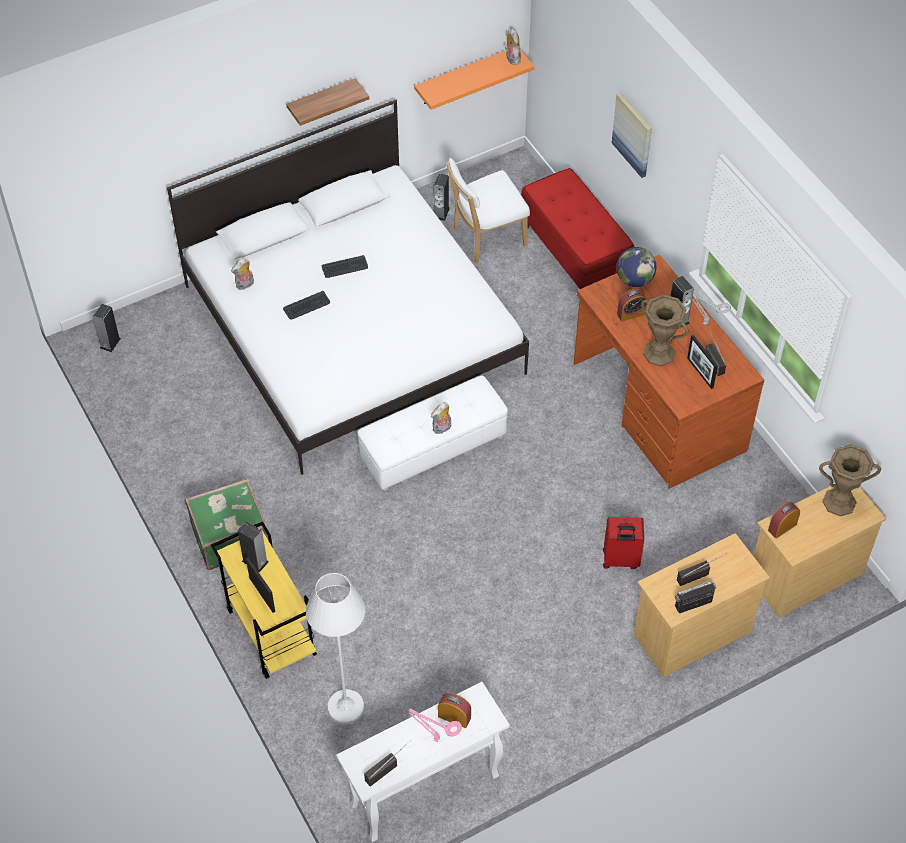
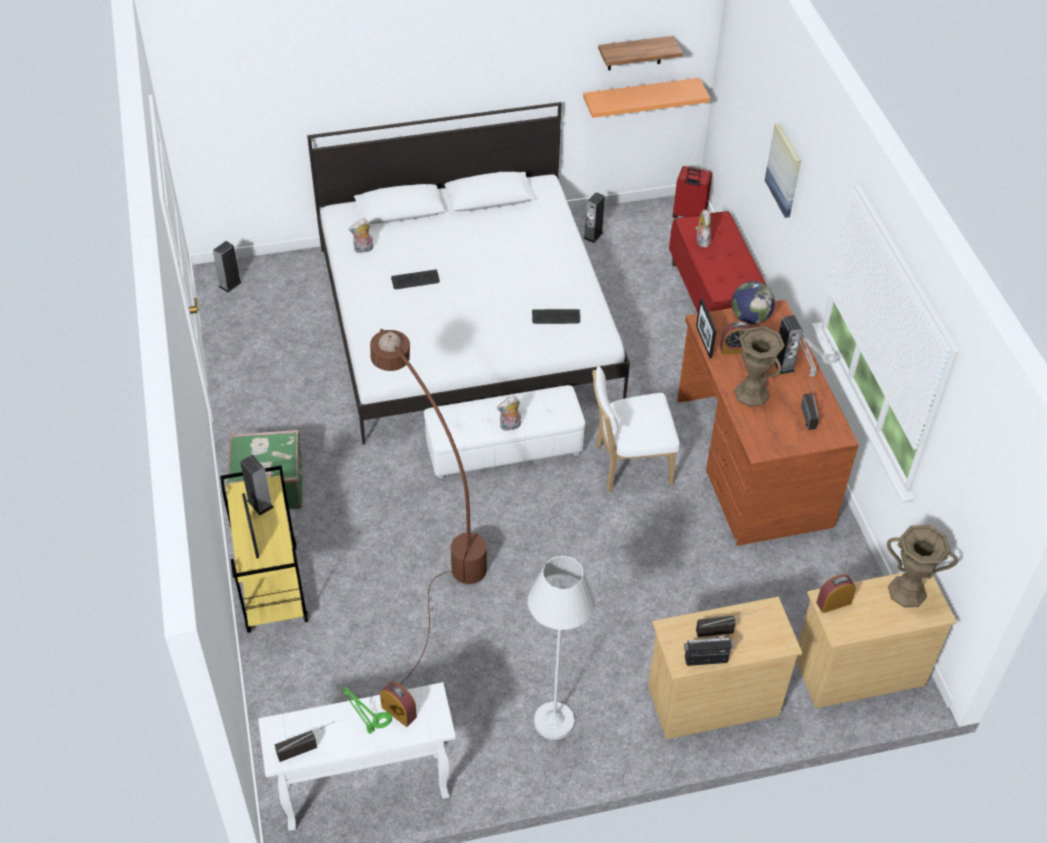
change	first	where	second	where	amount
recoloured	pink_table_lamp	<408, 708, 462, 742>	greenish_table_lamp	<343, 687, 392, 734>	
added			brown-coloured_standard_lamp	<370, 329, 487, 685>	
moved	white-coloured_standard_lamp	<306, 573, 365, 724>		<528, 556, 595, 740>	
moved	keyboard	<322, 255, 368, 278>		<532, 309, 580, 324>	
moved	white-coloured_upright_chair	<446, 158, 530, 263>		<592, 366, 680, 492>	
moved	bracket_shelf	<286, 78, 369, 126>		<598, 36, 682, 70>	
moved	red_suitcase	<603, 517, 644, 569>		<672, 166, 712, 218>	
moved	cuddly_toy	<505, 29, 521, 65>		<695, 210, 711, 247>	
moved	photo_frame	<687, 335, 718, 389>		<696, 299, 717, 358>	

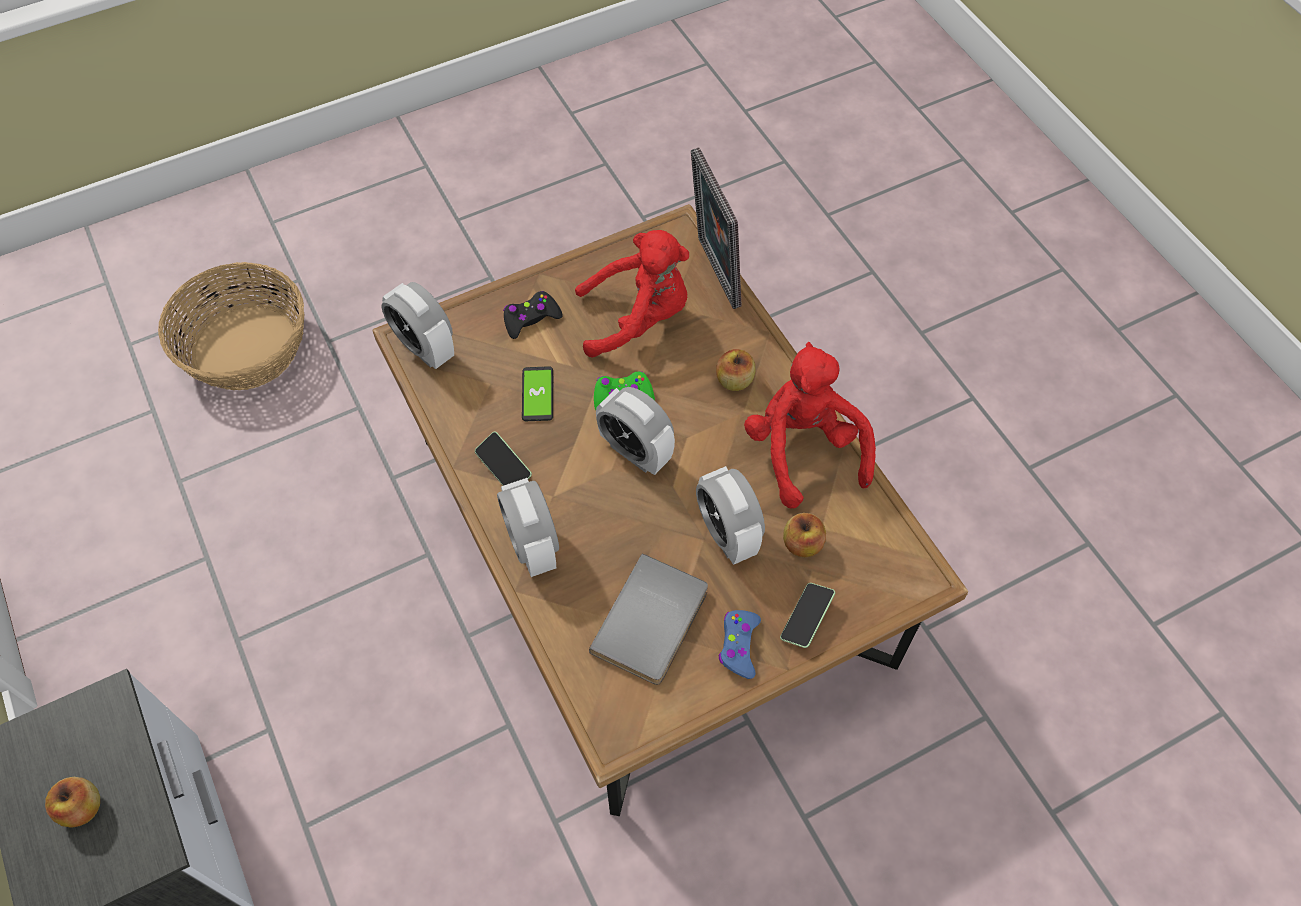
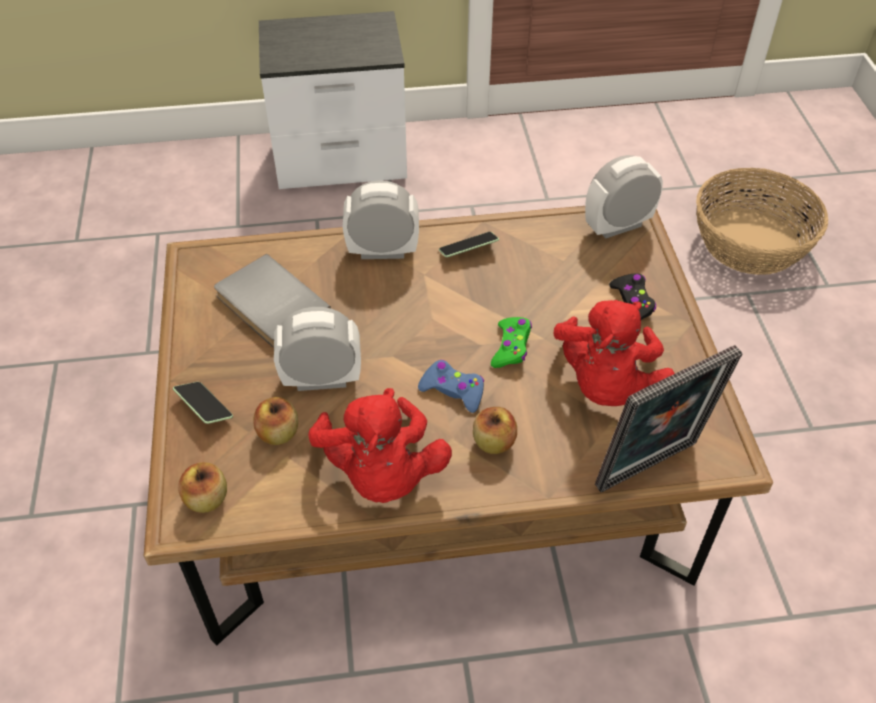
change	first	where	second	where	amount
moved	whole_apple	<45, 777, 100, 827>		<178, 462, 227, 513>	
turned	red_cuddly_toy	<744, 342, 876, 509>		<308, 388, 452, 503>	75 degrees clockwise
moved	blue_joypad	<719, 610, 761, 679>		<418, 360, 484, 413>	
turned	photo_frame	<691, 148, 742, 309>		<595, 345, 743, 492>	150 degrees clockwise
removed	telephone	<522, 366, 553, 421>			
removed	alarm_clock	<596, 387, 675, 475>			

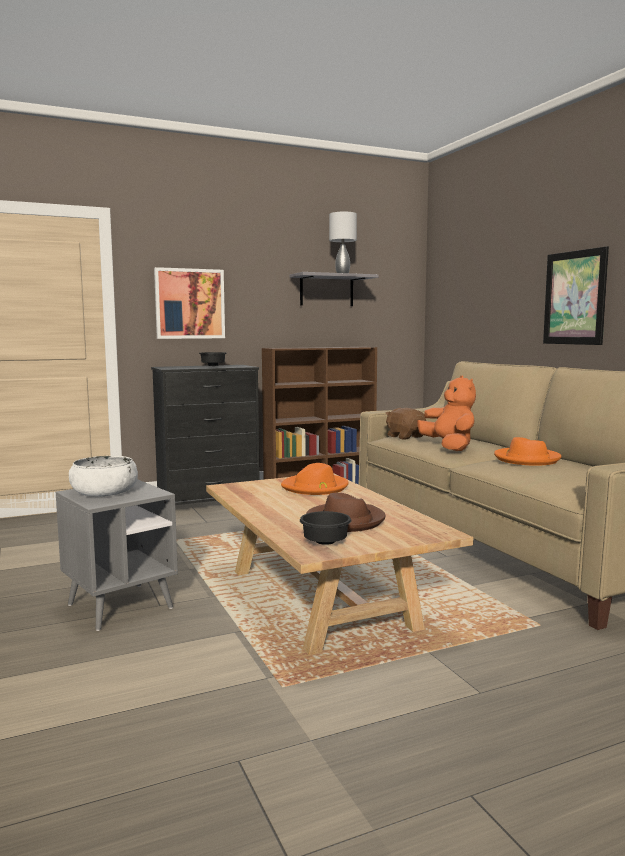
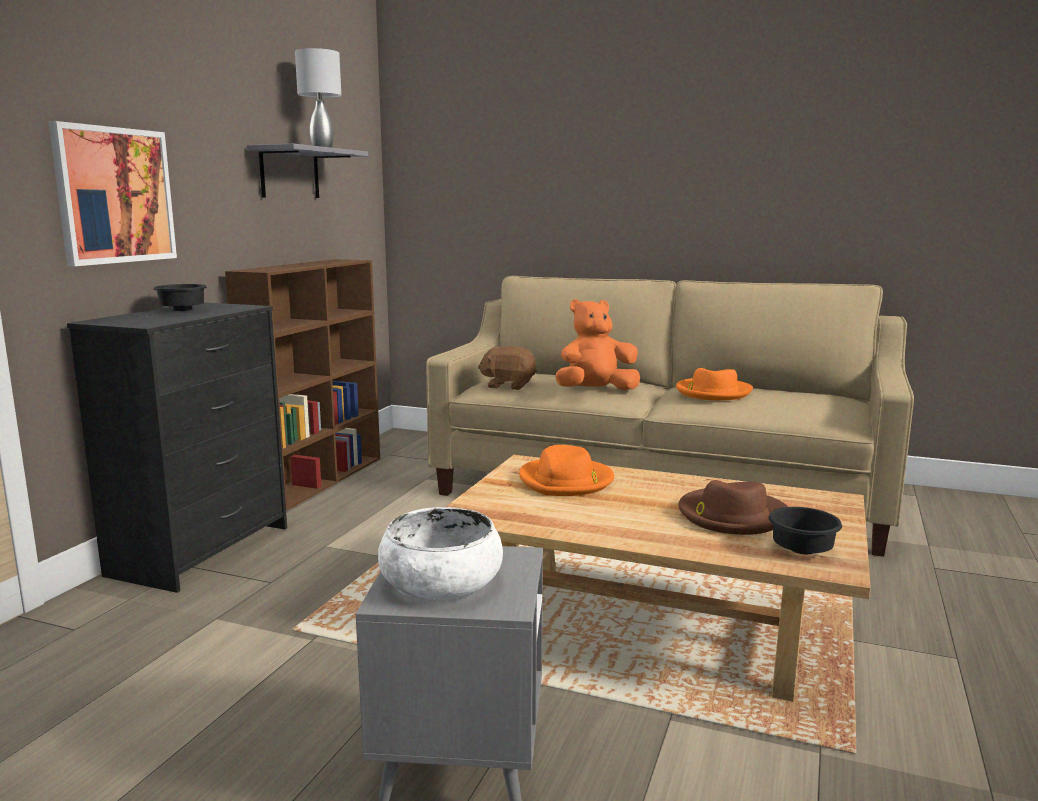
change	first	where	second	where	amount
turned	orange-coloured_cuddly_toy	<417, 376, 476, 451>		<556, 299, 640, 390>	45 degrees counterclockwise
removed	wall_art	<543, 246, 609, 345>			

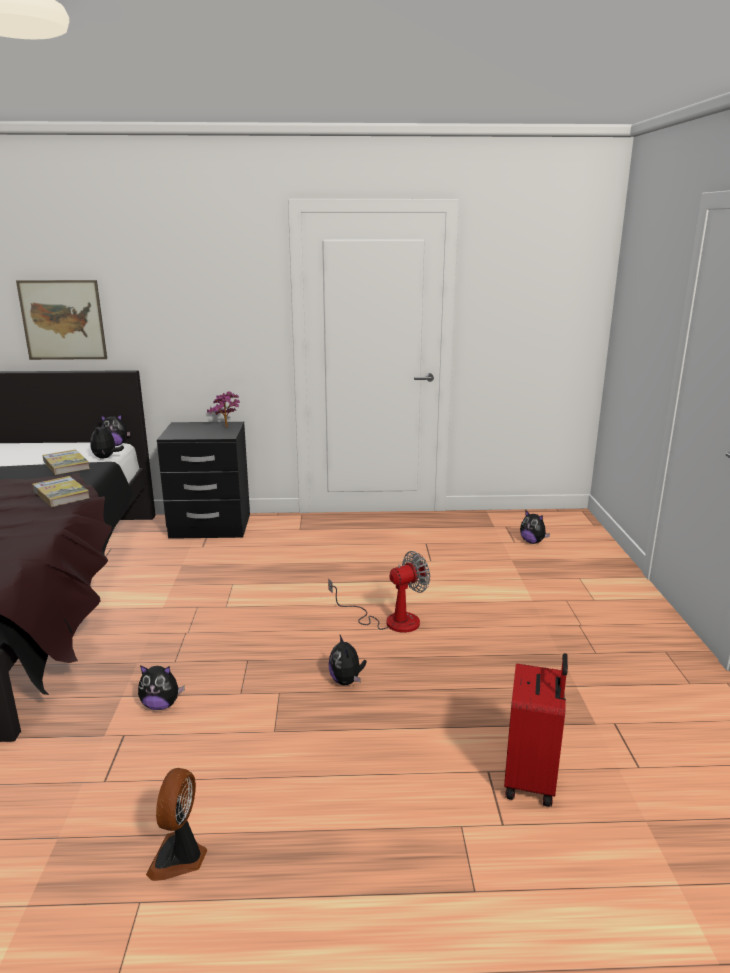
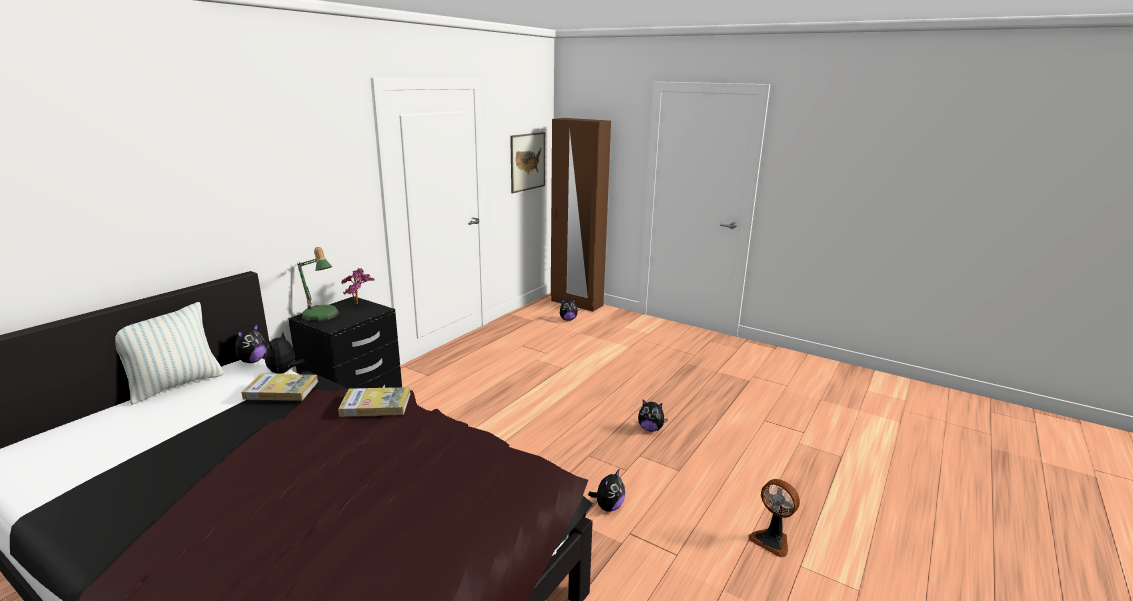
change	first	where	second	where	amount
added			cushion	<115, 302, 224, 405>	
turned	cuddly_toy	<90, 422, 124, 459>		<265, 332, 305, 374>	60 degrees clockwise
added			table_lamp	<297, 247, 339, 322>	
moved	wall_art	<16, 280, 107, 360>		<510, 132, 545, 193>	
added			brown-coloured_clothes_cupboard	<551, 118, 611, 312>	
removed	cooling_fan	<328, 551, 430, 633>			
removed	red_suitcase	<504, 653, 568, 807>			

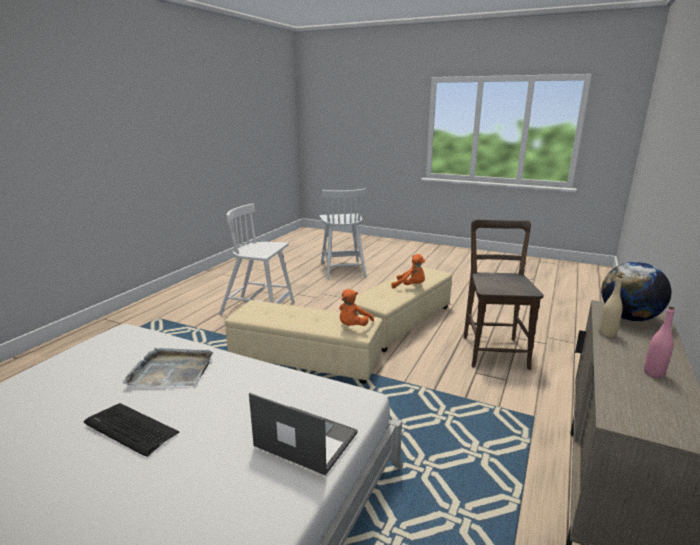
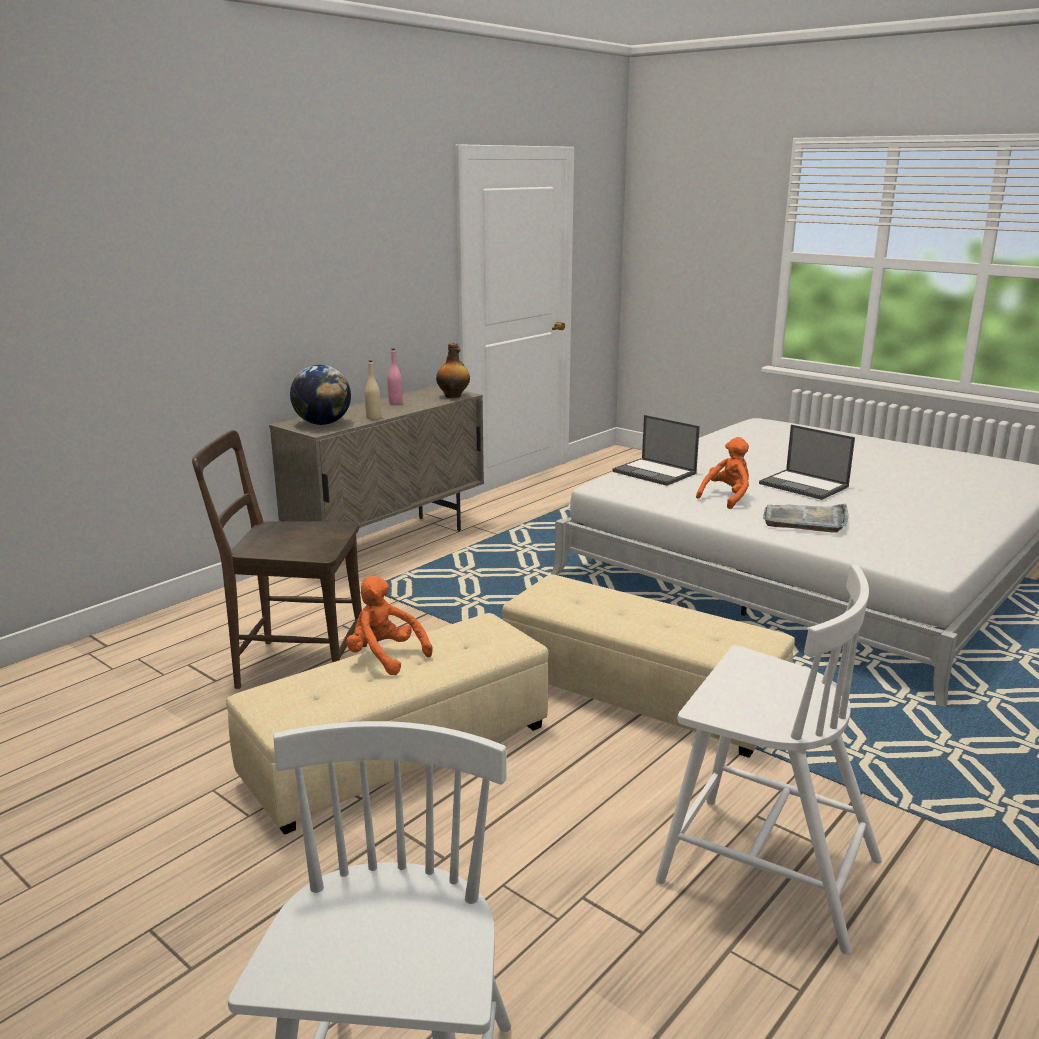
change	first	where	second	where	amount
turned	brown-coloured_upright_chair	<464, 219, 544, 370>		<192, 430, 367, 689>	75 degrees clockwise
added			bottle	<436, 343, 470, 398>	
moved	orange-coloured_cuddly_toy	<339, 289, 374, 326>		<696, 437, 749, 509>	
replaced	keyboard	<84, 403, 179, 457>	laptop	<759, 425, 855, 500>	

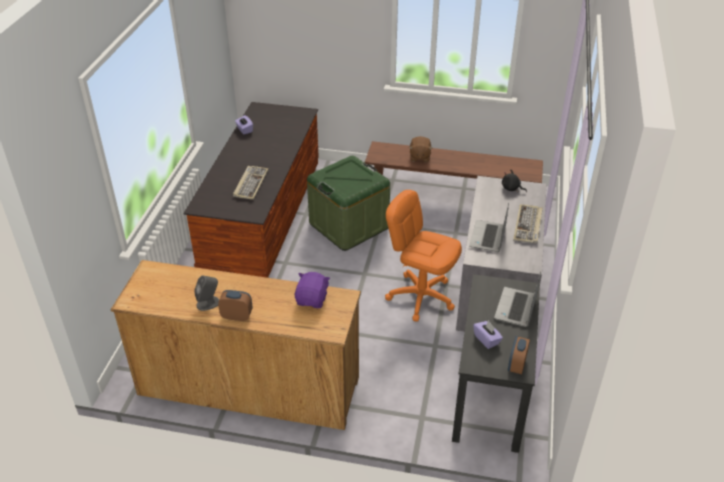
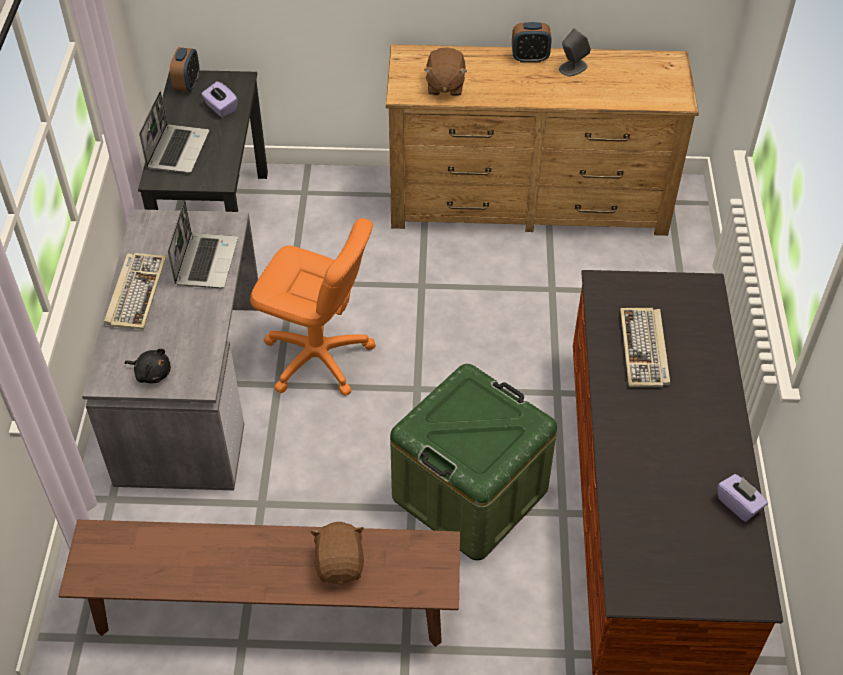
change	first	where	second	where	amount
recoloured	purple-coloured_cuddly_toy	<295, 272, 330, 308>	brown-coloured_cuddly_toy	<424, 48, 467, 96>	

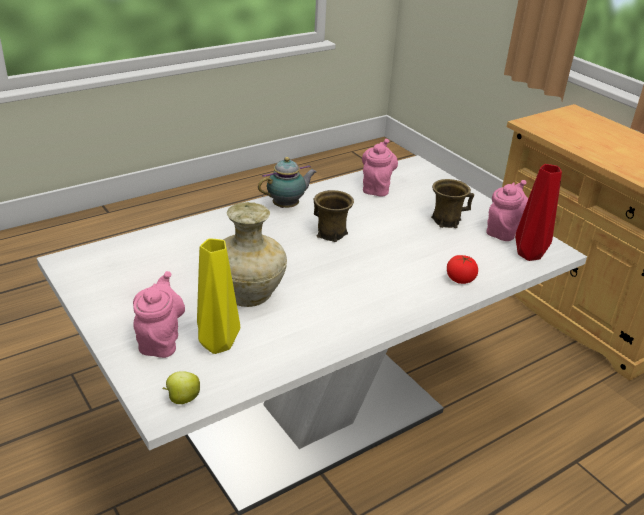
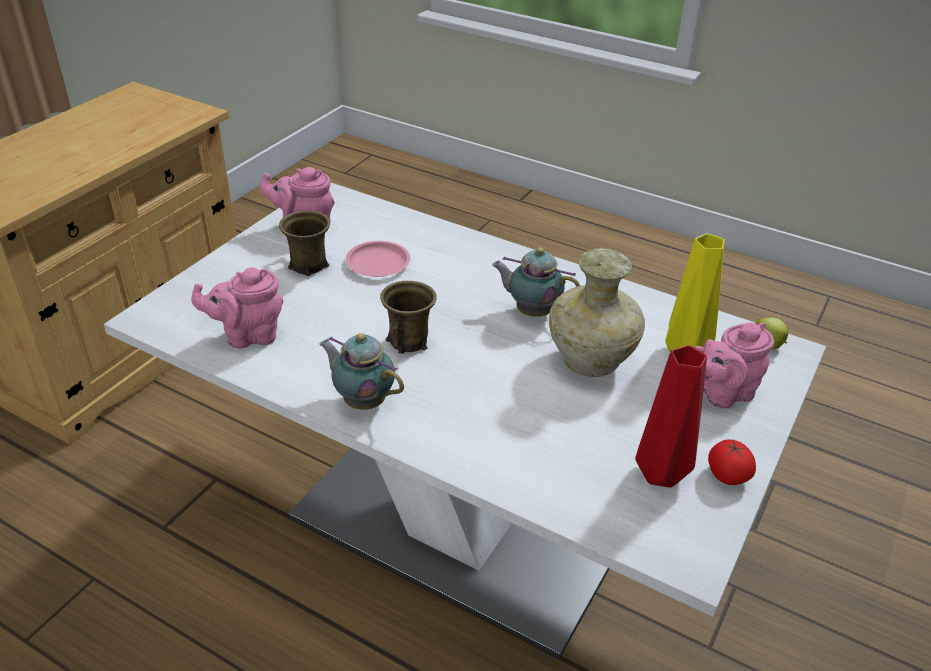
change	first	where	second	where	amount
added			pink_plate	<346, 241, 410, 277>	
added			pot_for_tea	<492, 247, 580, 317>	
moved	red_vase	<515, 164, 562, 261>		<635, 345, 707, 488>	
moved	fresh_tomato	<447, 255, 478, 284>		<708, 439, 756, 485>	

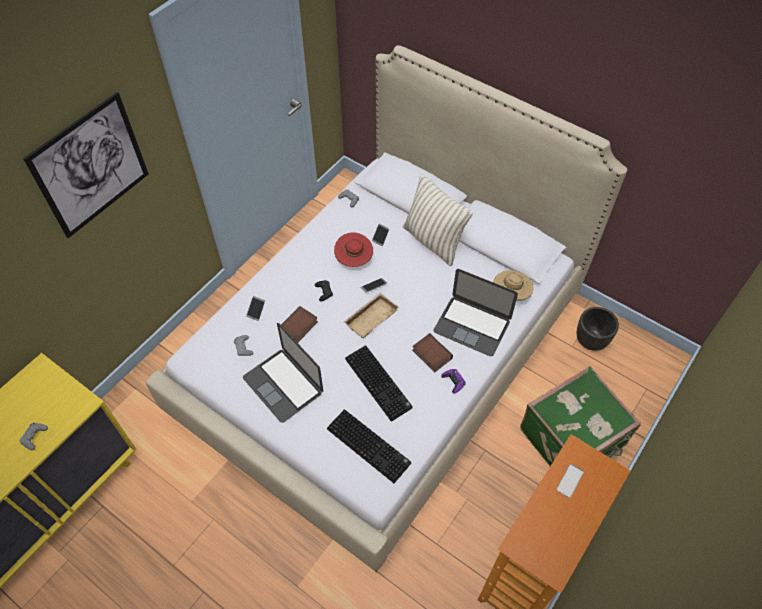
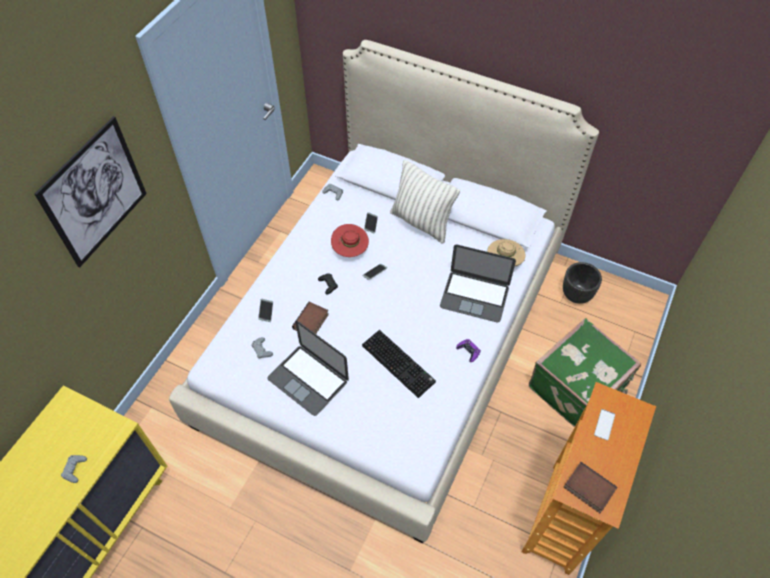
change	first	where	second	where	amount
moved	book	<412, 333, 453, 372>		<564, 462, 618, 513>	
removed	keyboard	<327, 409, 411, 483>			
removed	sand-coloured_carrying_tray	<344, 292, 399, 338>			

